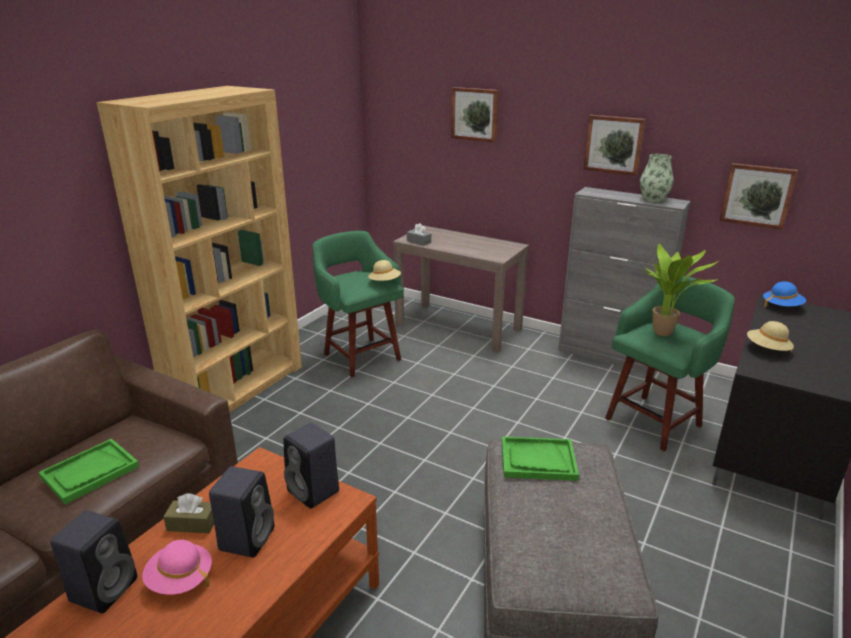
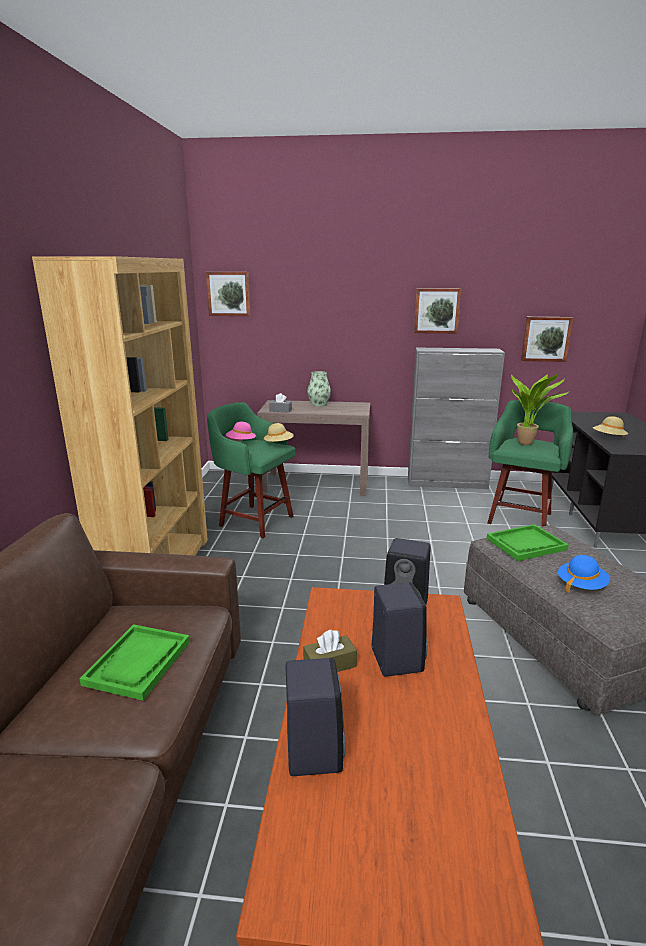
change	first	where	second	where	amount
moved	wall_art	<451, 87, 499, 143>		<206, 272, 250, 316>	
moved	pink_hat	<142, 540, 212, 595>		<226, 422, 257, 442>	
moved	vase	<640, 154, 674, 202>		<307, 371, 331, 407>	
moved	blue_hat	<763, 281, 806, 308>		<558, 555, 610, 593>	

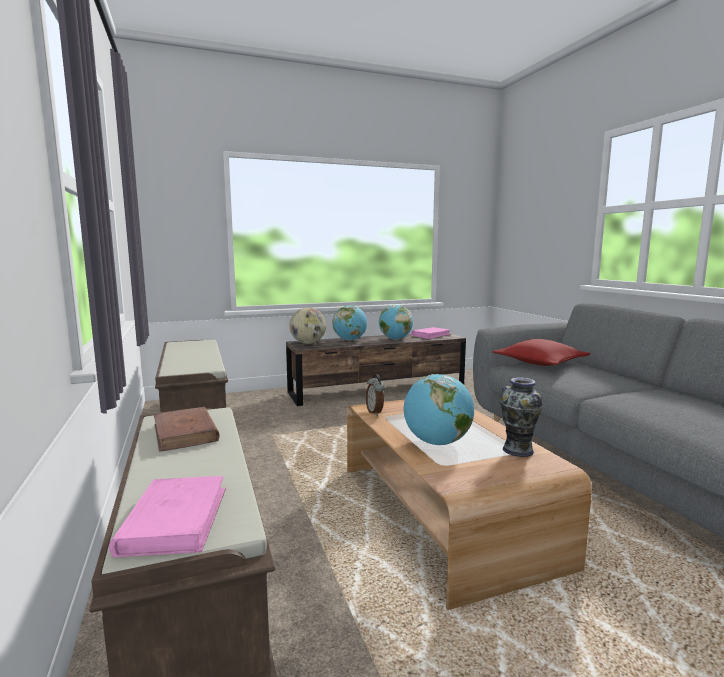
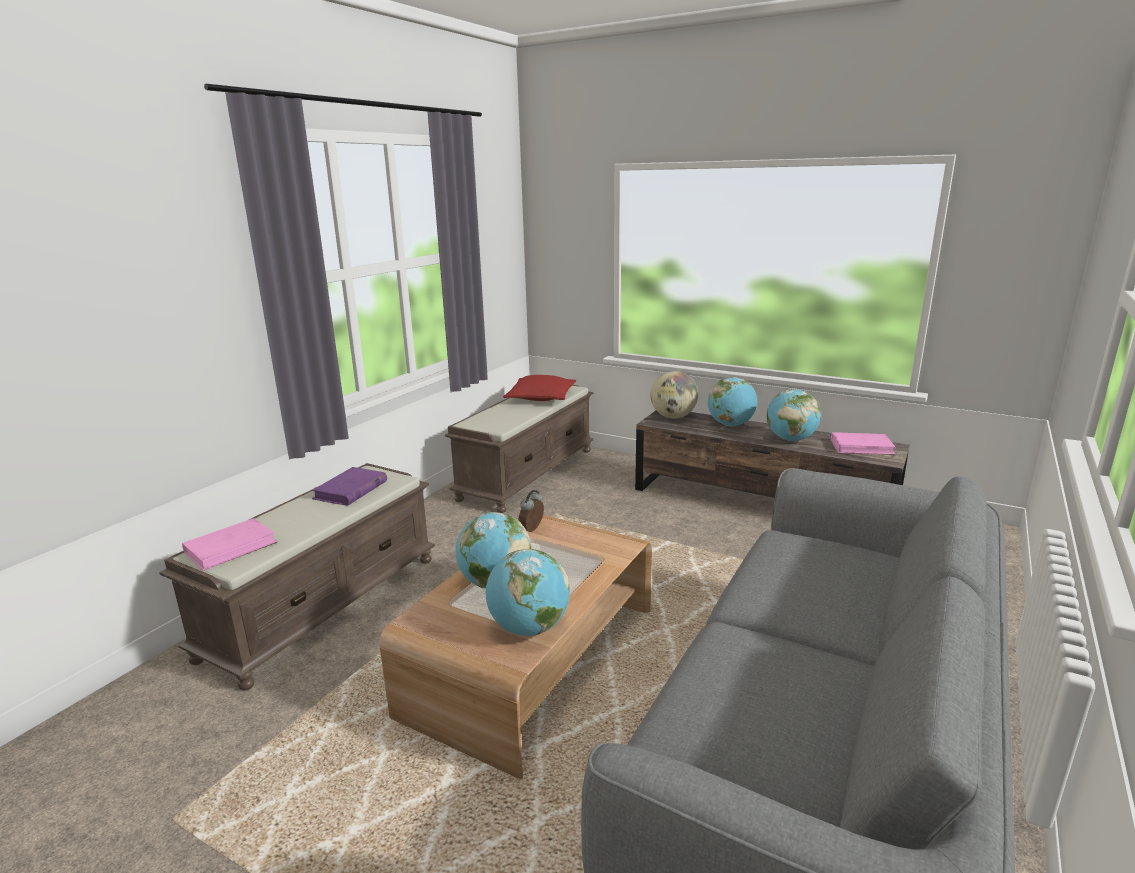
change	first	where	second	where	amount
recoloured	brown-coloured_book	<154, 407, 220, 452>	purple-coloured_book	<312, 467, 387, 506>	
replaced	vase	<499, 377, 543, 457>	world_globe	<486, 549, 570, 636>	
moved	red_cushion	<493, 339, 591, 366>		<503, 375, 576, 401>	

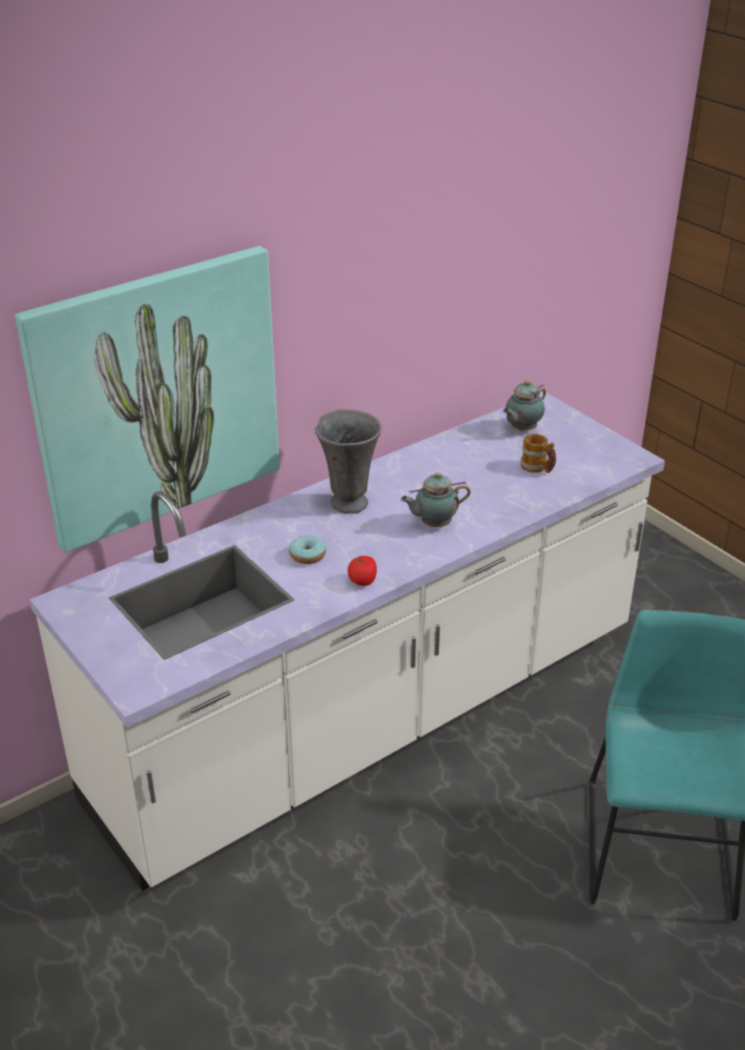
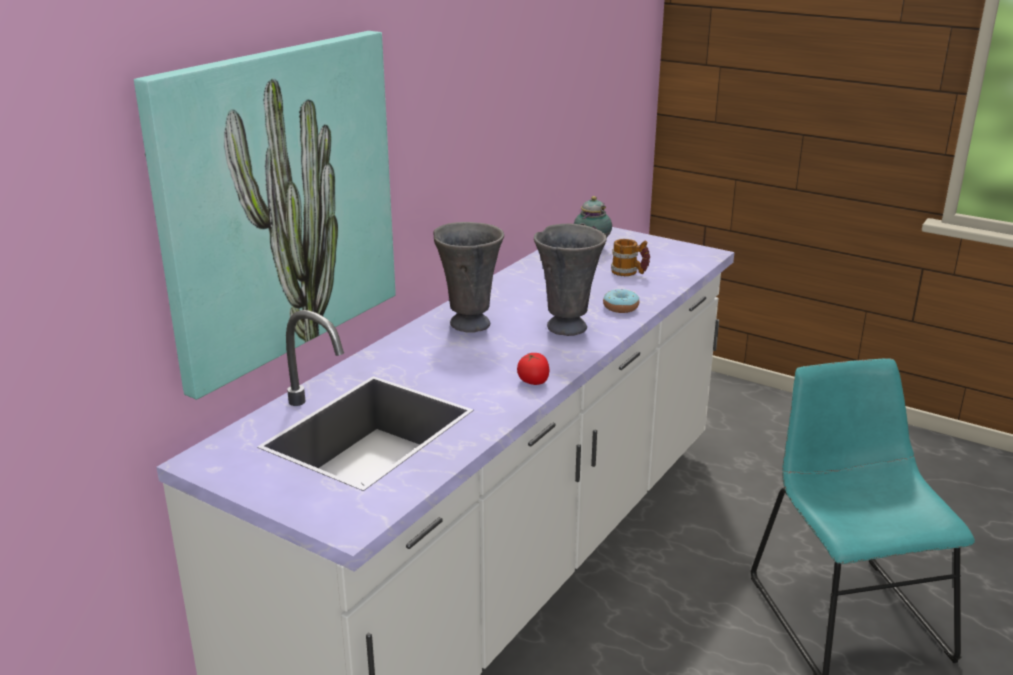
change	first	where	second	where	amount
replaced	pot_for_tea	<401, 472, 471, 527>	gray_vase	<534, 224, 607, 336>	
moved	doughnut	<289, 535, 326, 564>		<603, 289, 639, 313>	

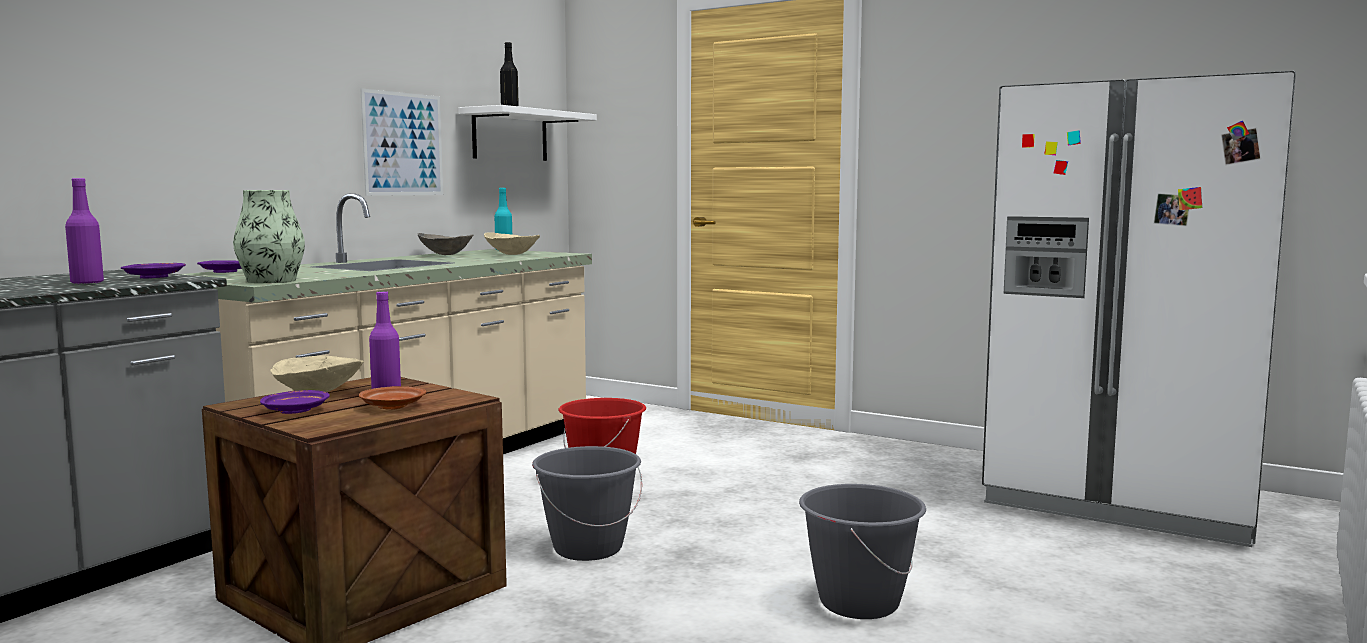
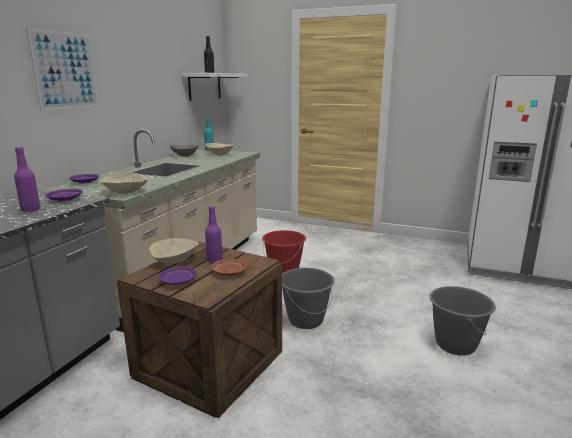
change	first	where	second	where	amount
moved	wall_art	<360, 88, 443, 196>		<26, 28, 99, 111>	
replaced	vase	<233, 190, 305, 283>	sand-coloured_deep_dish	<100, 172, 148, 194>	

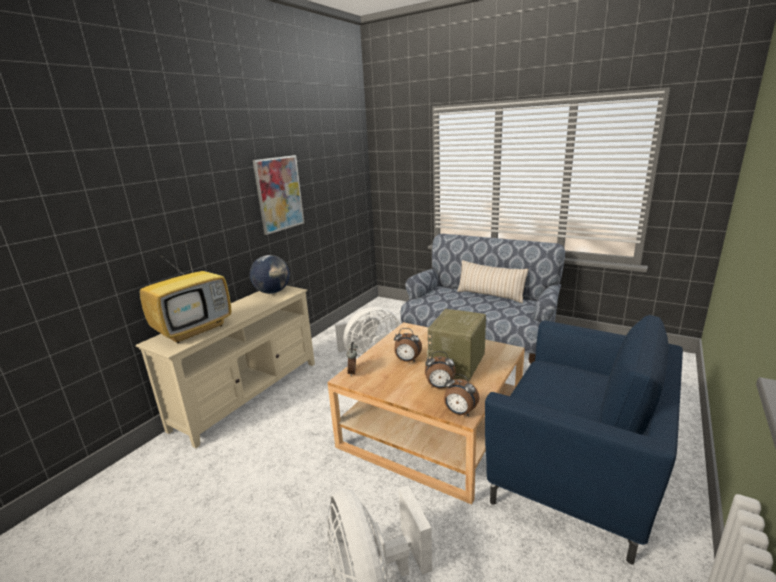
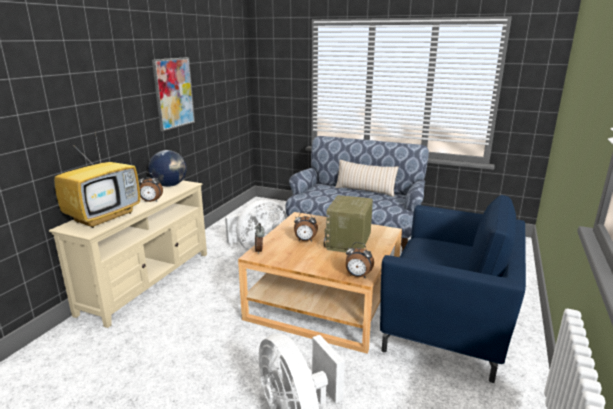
change	first	where	second	where	amount
moved	alarm_clock	<425, 351, 456, 389>		<138, 173, 163, 202>	

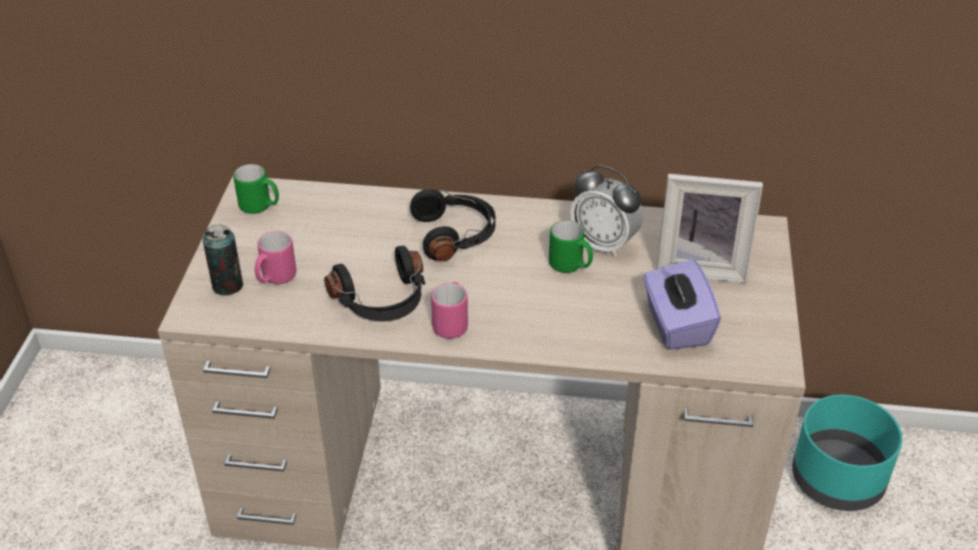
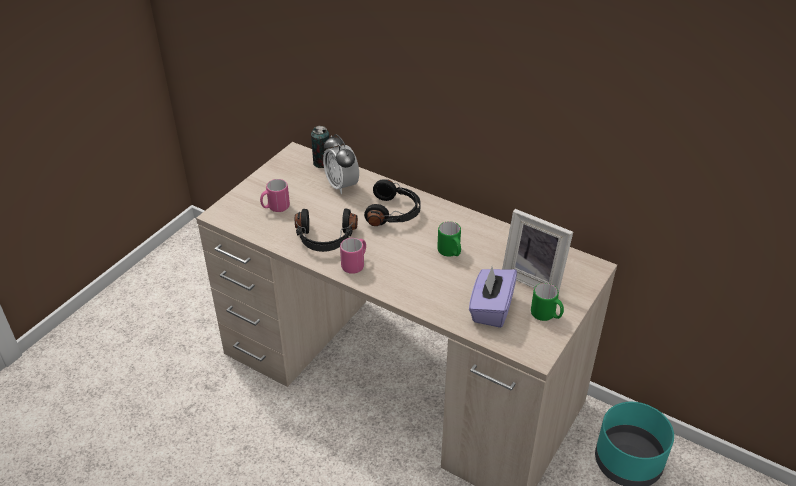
change	first	where	second	where	amount
moved	sealed_can	<203, 224, 243, 296>		<311, 126, 330, 168>	
moved	alarm_clock	<570, 165, 643, 257>		<323, 134, 359, 194>	
moved	greenish_coffee_mug	<233, 164, 279, 214>		<531, 283, 564, 321>	

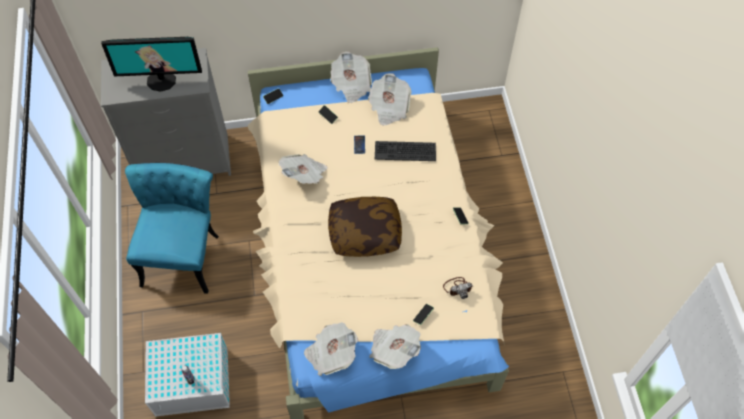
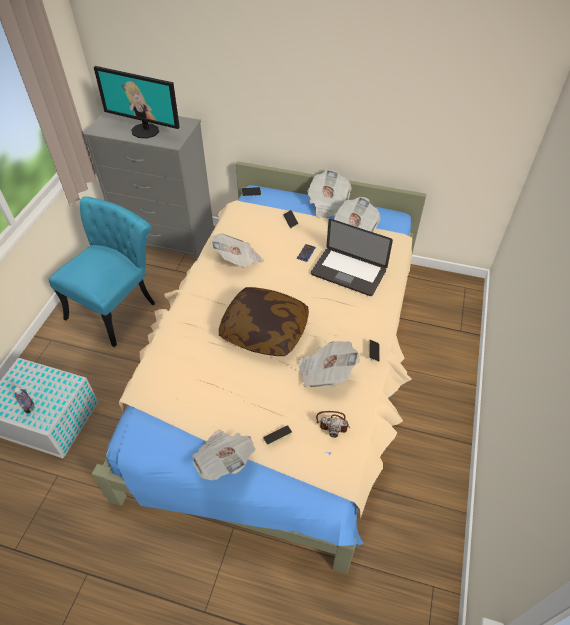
change	first	where	second	where	amount
moved	newspaper	<304, 322, 358, 376>		<298, 341, 360, 388>	
replaced	keyboard	<375, 141, 436, 161>	laptop	<311, 219, 393, 296>	

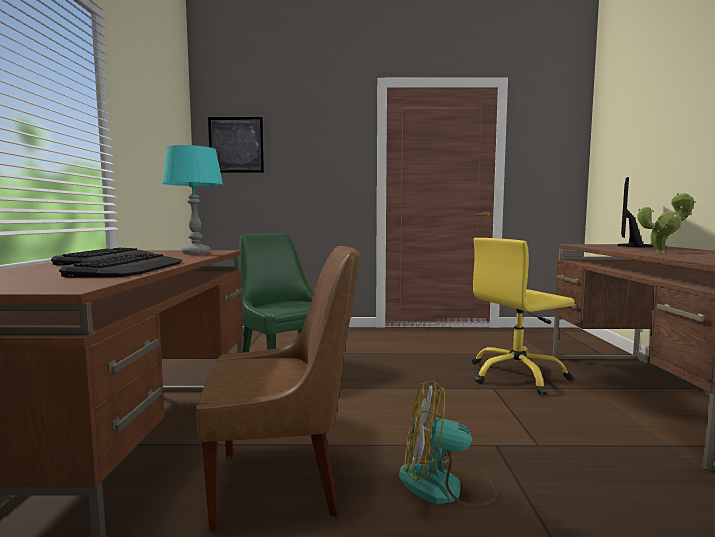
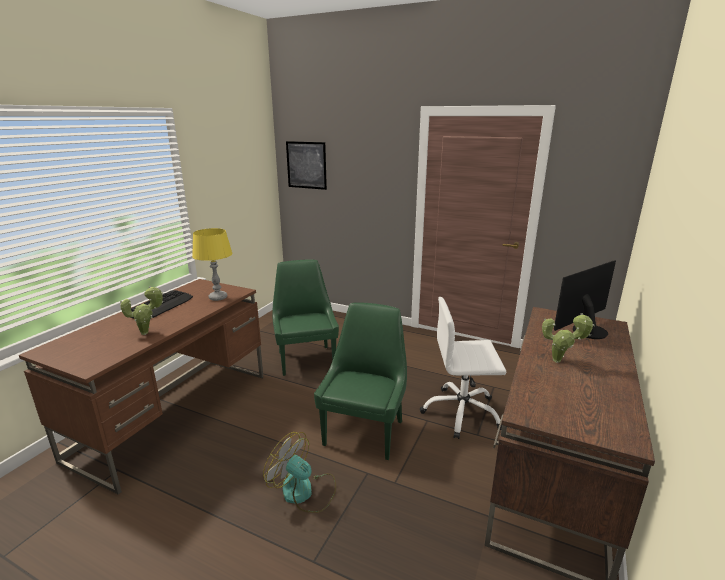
change	first	where	second	where	amount
replaced	keyboard	<59, 253, 182, 278>	potted_plant	<120, 286, 164, 335>	
recoloured	turquoise-coloured_table_lamp	<162, 145, 223, 255>	yellowish_table_lamp	<192, 228, 232, 301>	
added			greenish_upright_chair	<314, 303, 407, 460>	
recoloured	yellowish_office_chair	<472, 238, 575, 395>	white-coloured_office_chair	<420, 297, 506, 439>	
removed	brown-coloured_upright_chair	<196, 246, 360, 531>			

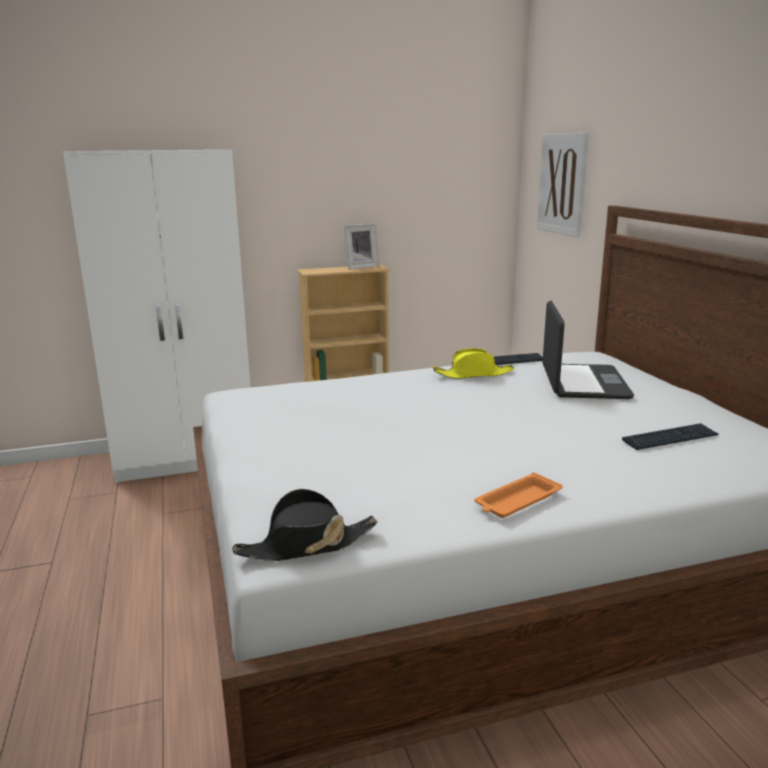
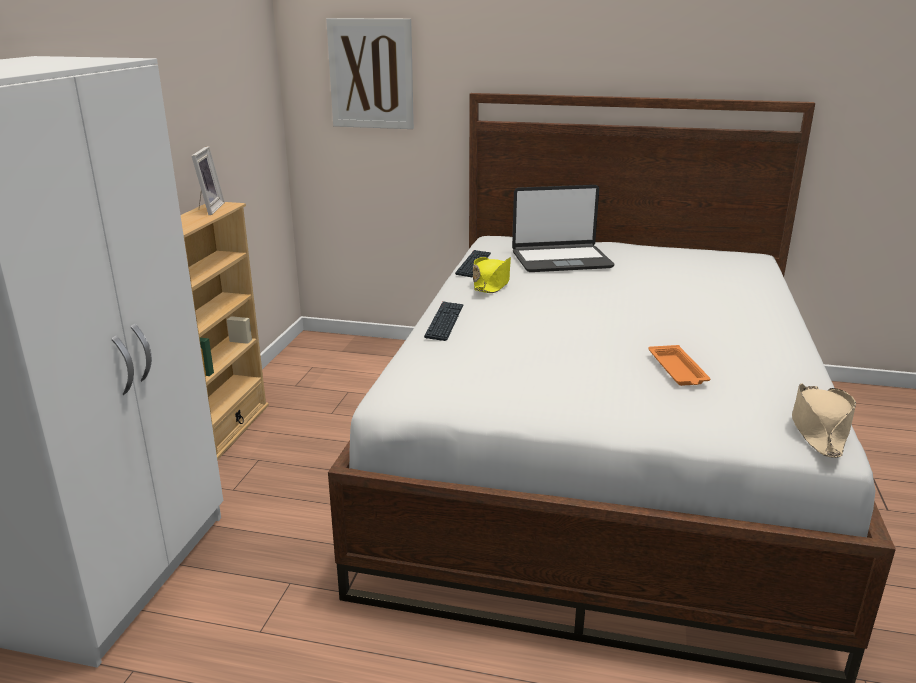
change	first	where	second	where	amount
moved	keyboard	<622, 423, 719, 450>		<424, 301, 464, 341>	
turned	laptop	<542, 301, 634, 399>		<512, 185, 614, 272>	135 degrees clockwise
moved	orange-coloured_carrying_tray	<474, 472, 563, 518>		<648, 345, 711, 386>	
recoloured	blackish_hat	<232, 489, 377, 561>	sand-coloured_hat	<792, 384, 856, 458>	

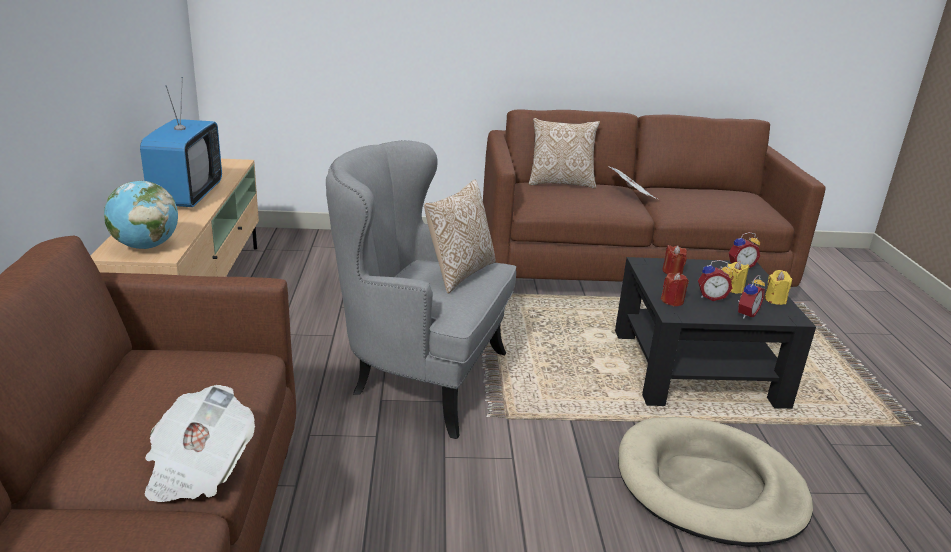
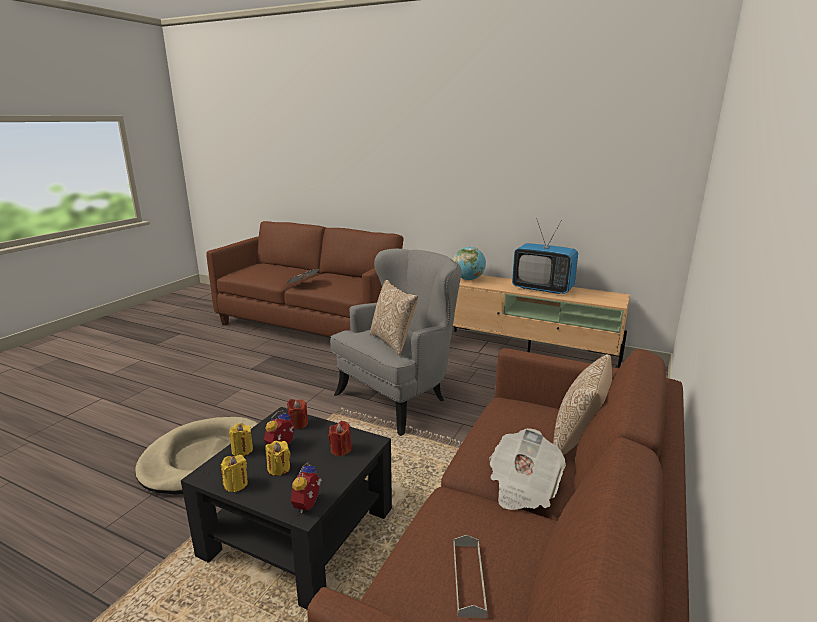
change	first	where	second	where	amount
replaced	alarm_clock	<738, 275, 765, 319>	yellowish_wax_candle	<229, 423, 253, 456>	
added			gray_carrying_tray	<453, 535, 487, 618>	

